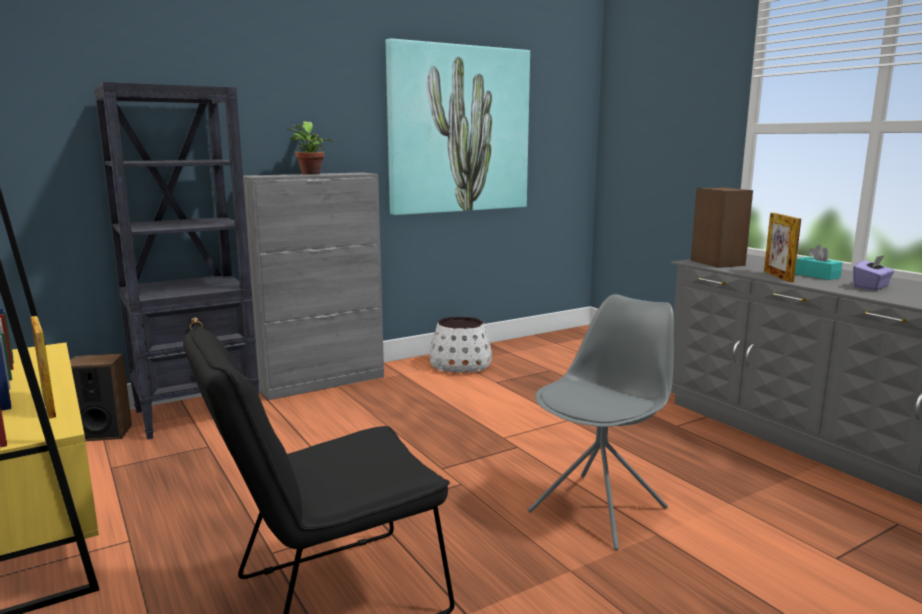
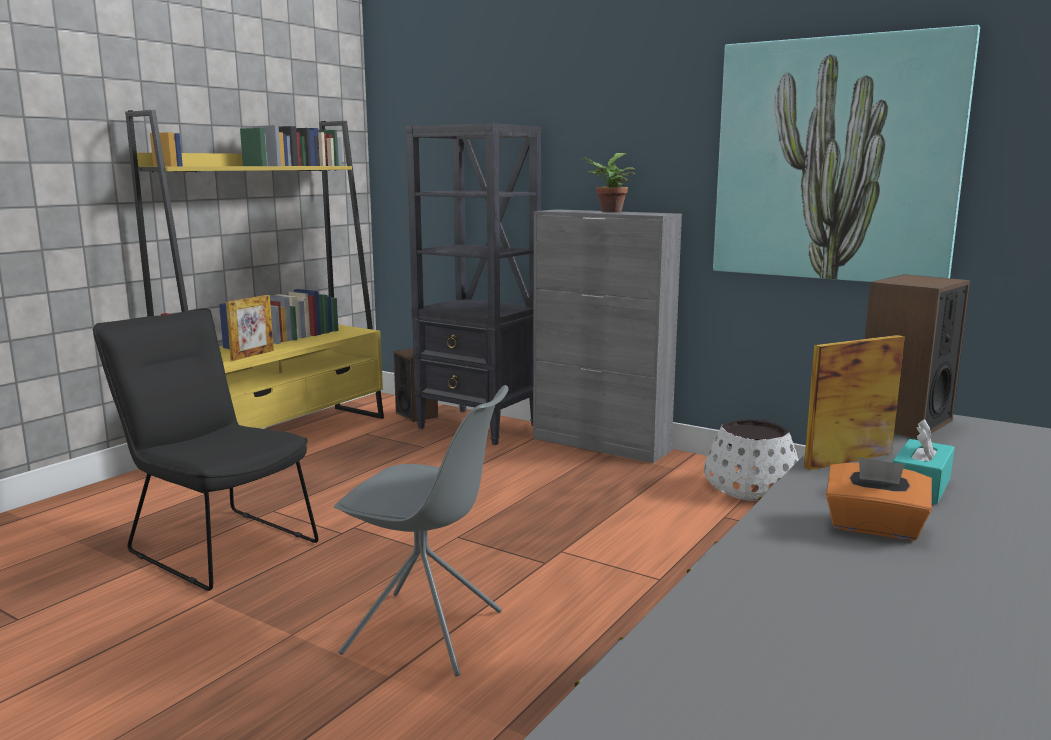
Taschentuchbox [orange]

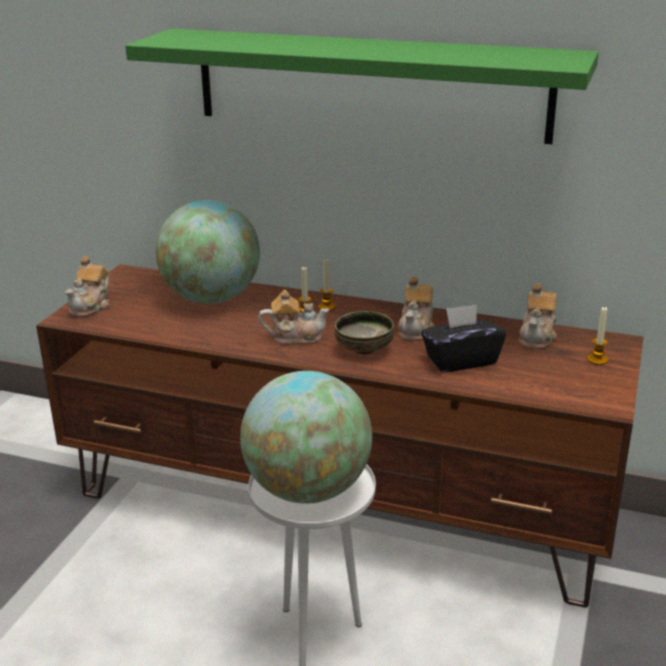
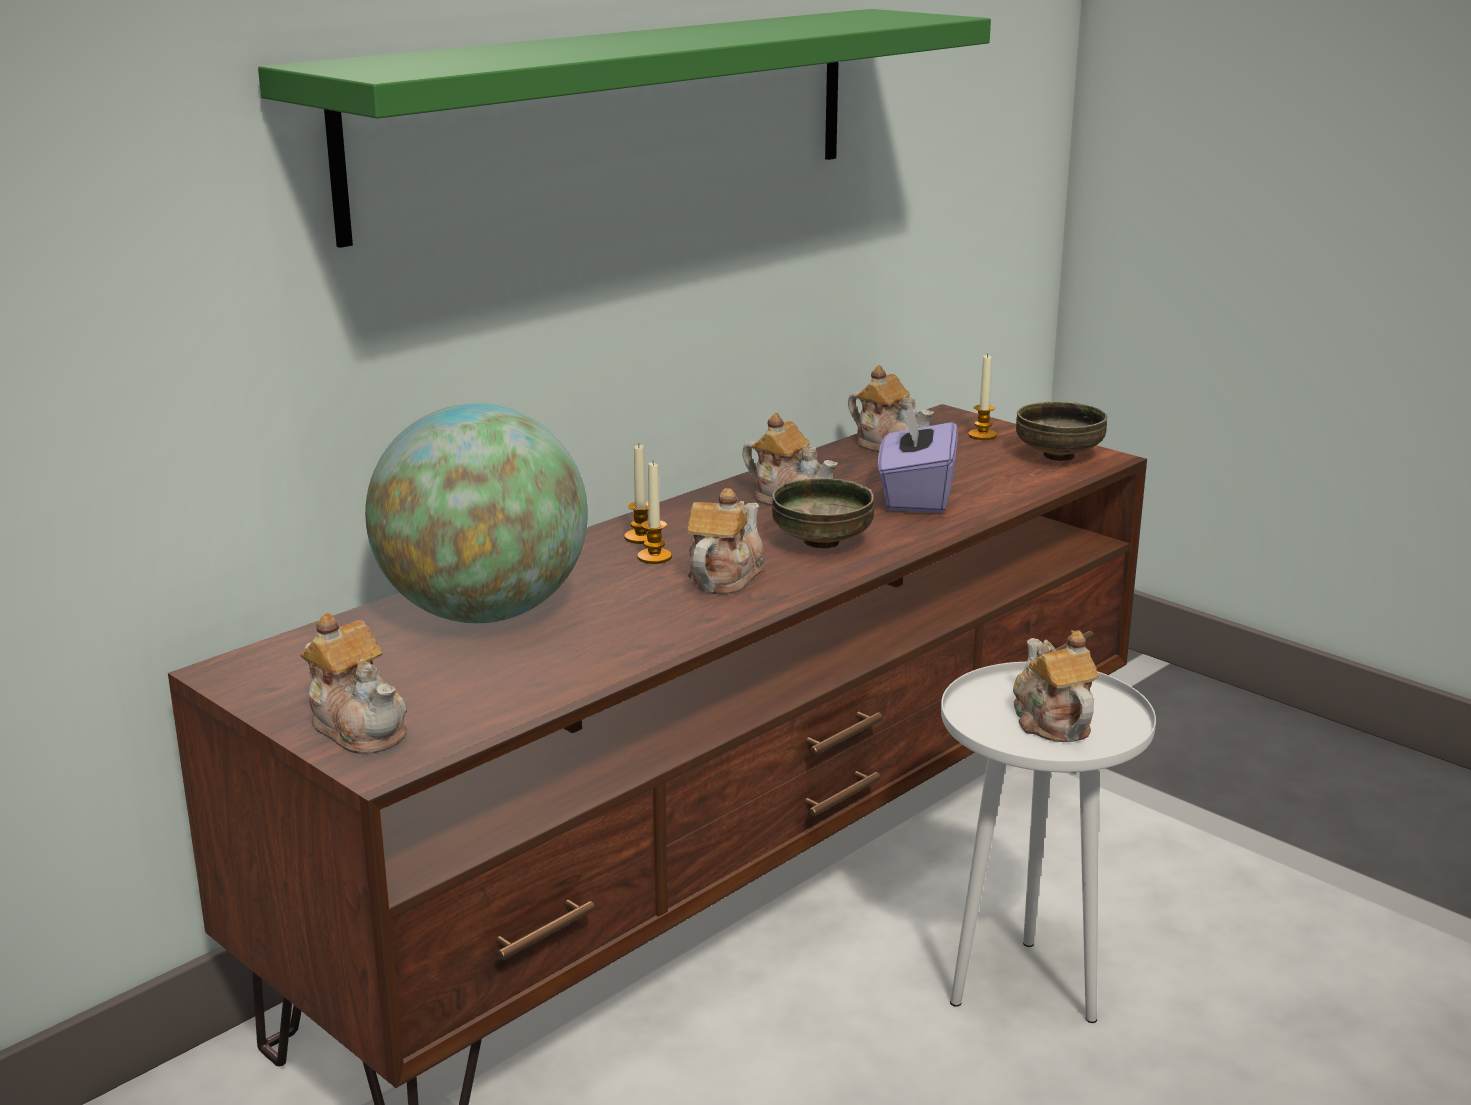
Schüssel (2nd from left); Teekanne (5th from left); Taschentuchbox [lila]

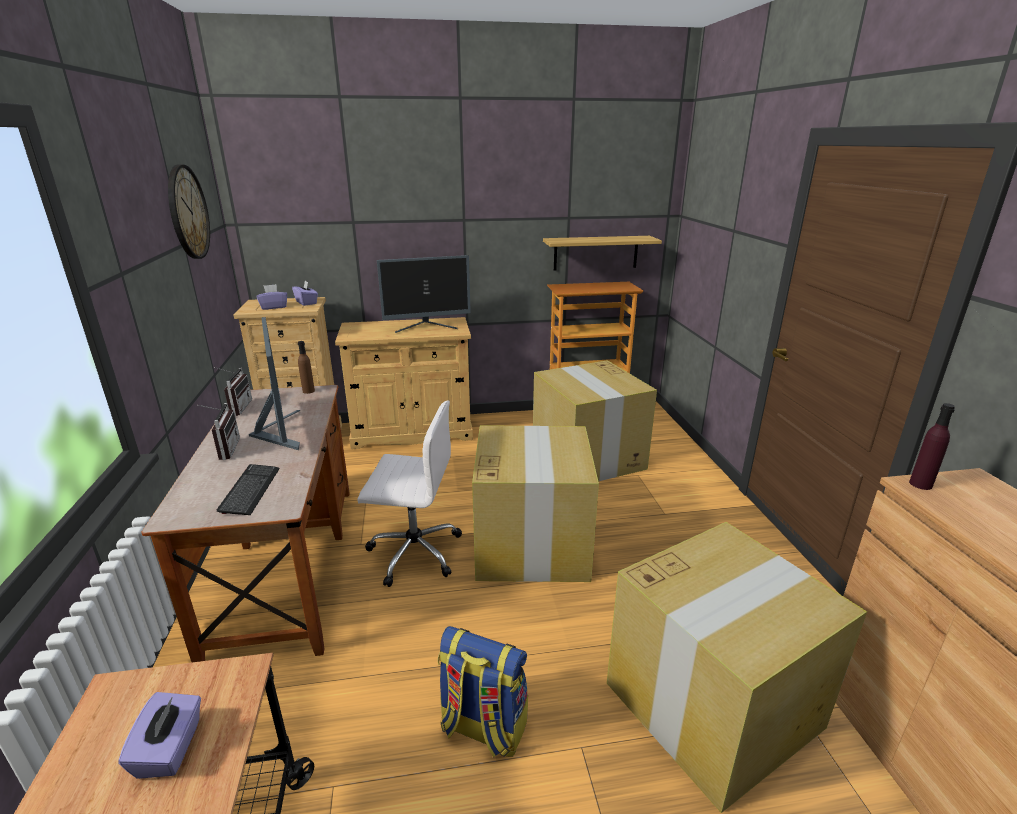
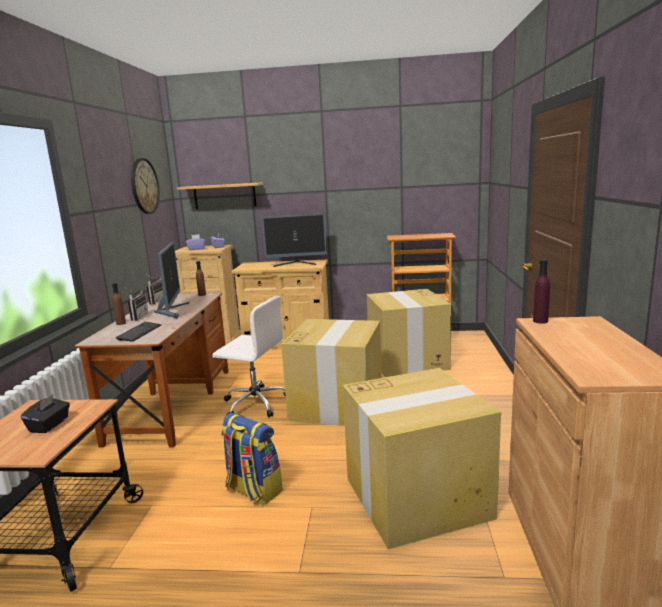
Flasche [braun] (1st from left); Wandregal; Taschentuchbox [schwarz]

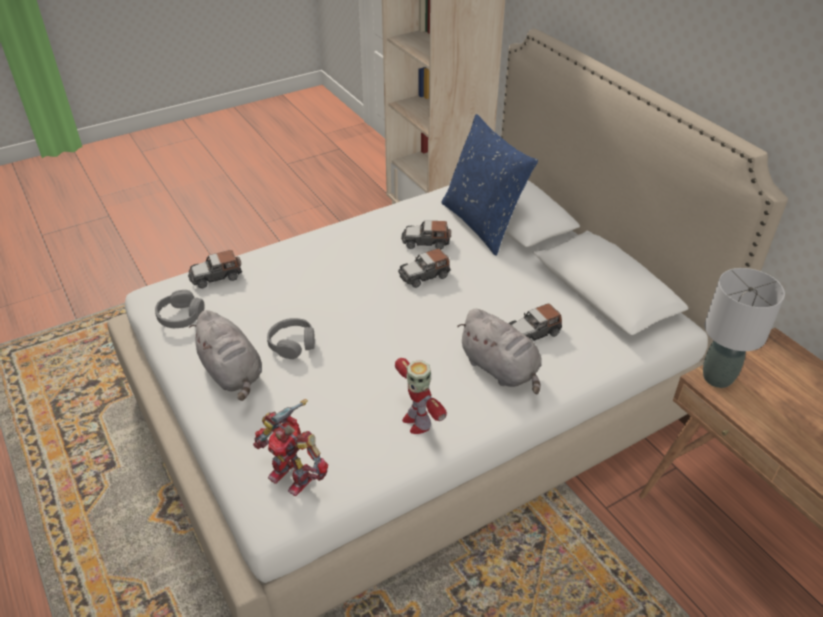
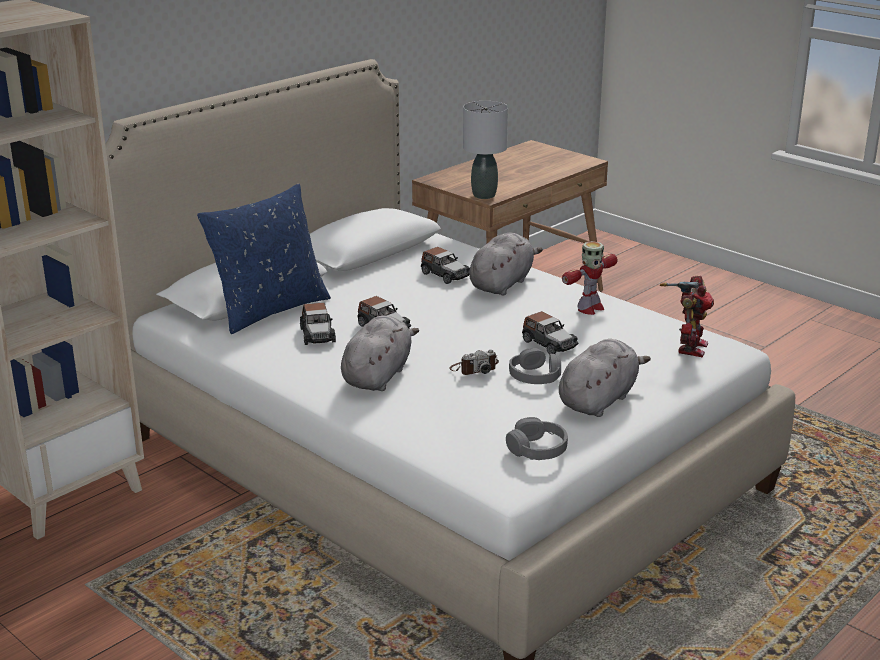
Plüschtier [grau] (1st from left); Kamera; Spielzeugauto (4th from left)

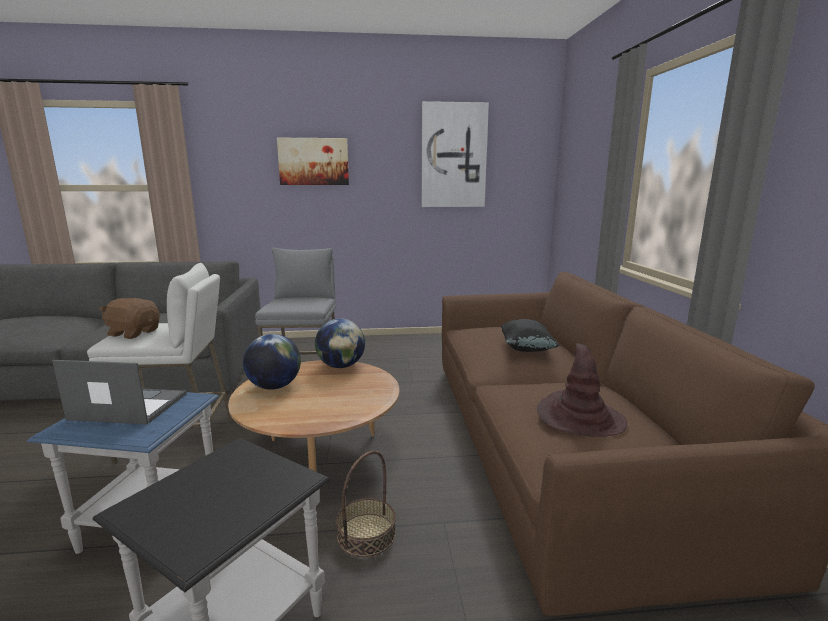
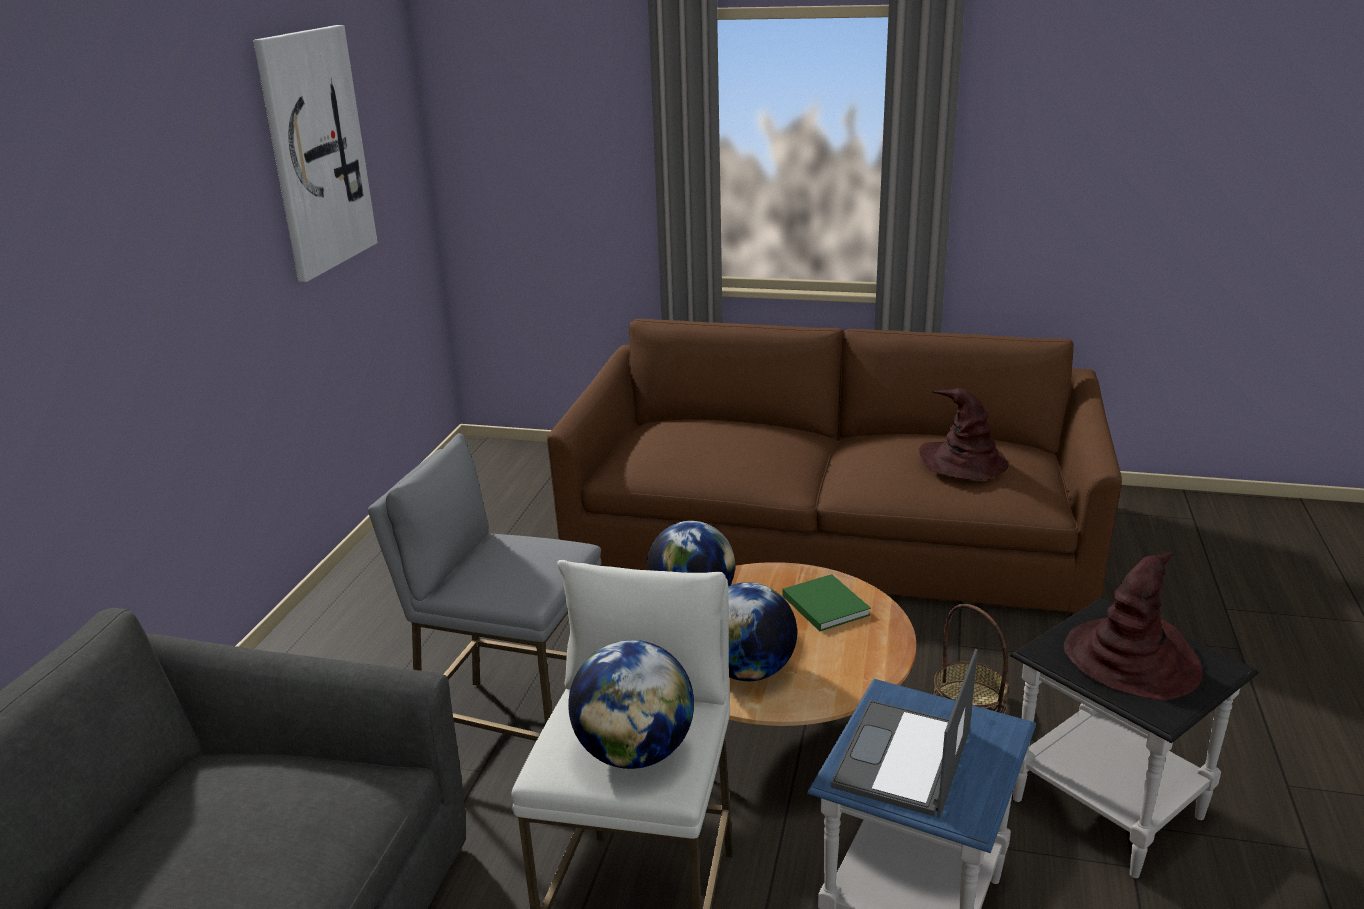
Bild (1st from left in the first image); Kissen [schwarz]; Buch [grün]; Hut [braun] (2nd from left); Globus (1st from left)

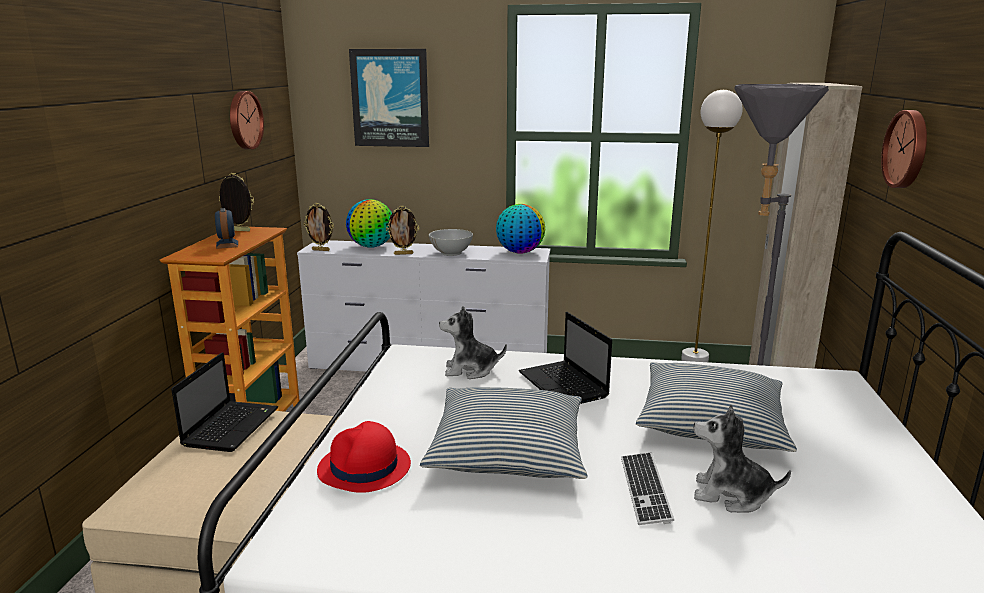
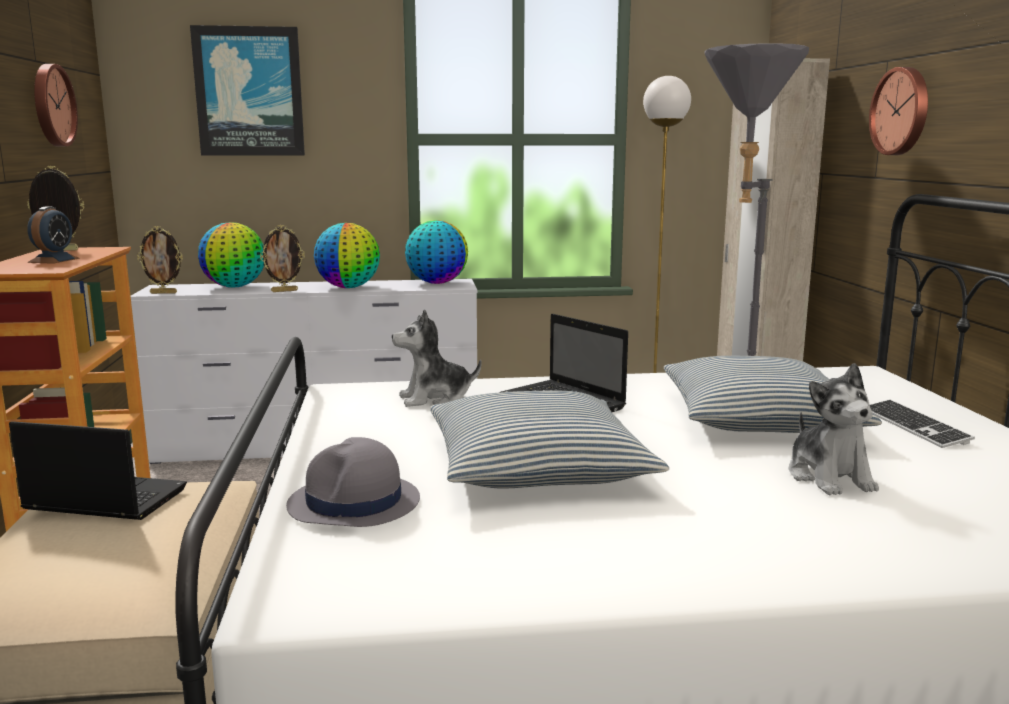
Tastatur; Globus (2nd from left); Hut [grau]; Laptop (1st from left); Wecker; Plüschtier (2nd from left)

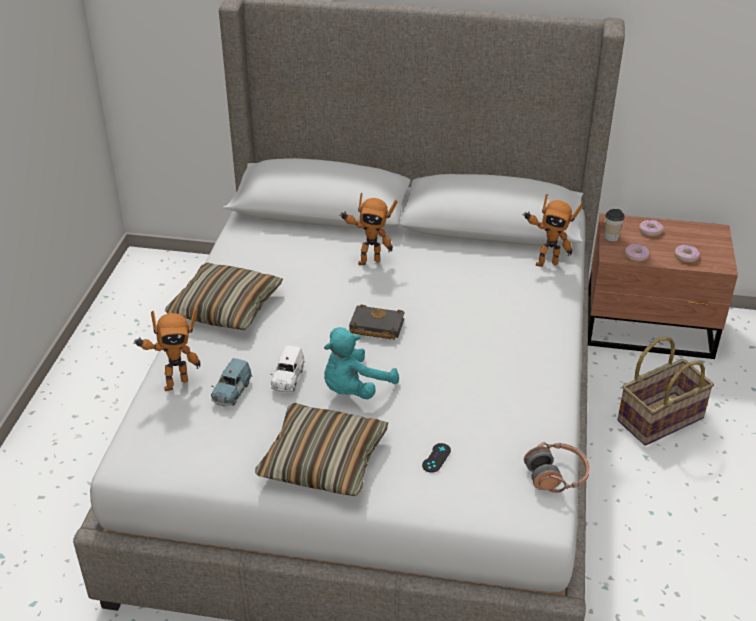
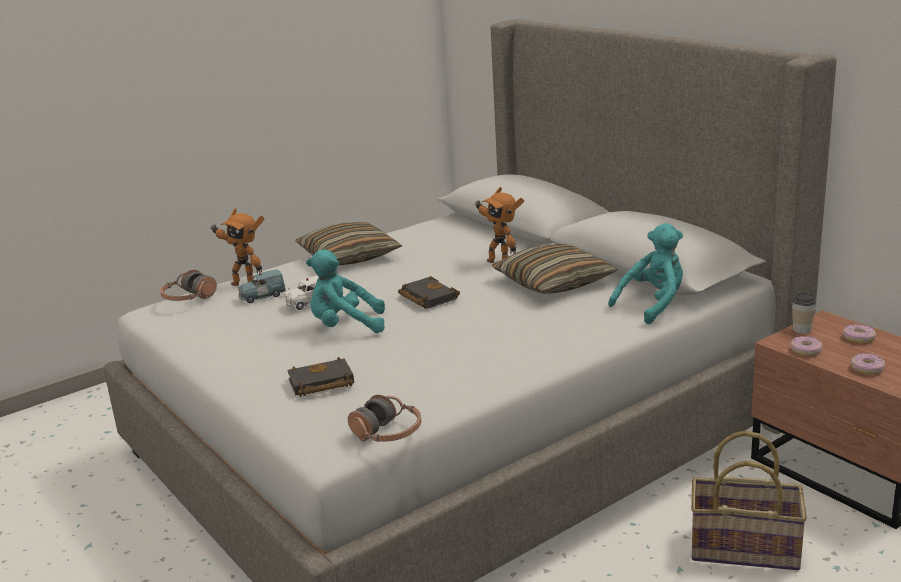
Kopfhörer (1st from left); Kissen (2nd from left); Buch [schwarz] (1st from left); Plüschtier [türkis] (2nd from left)

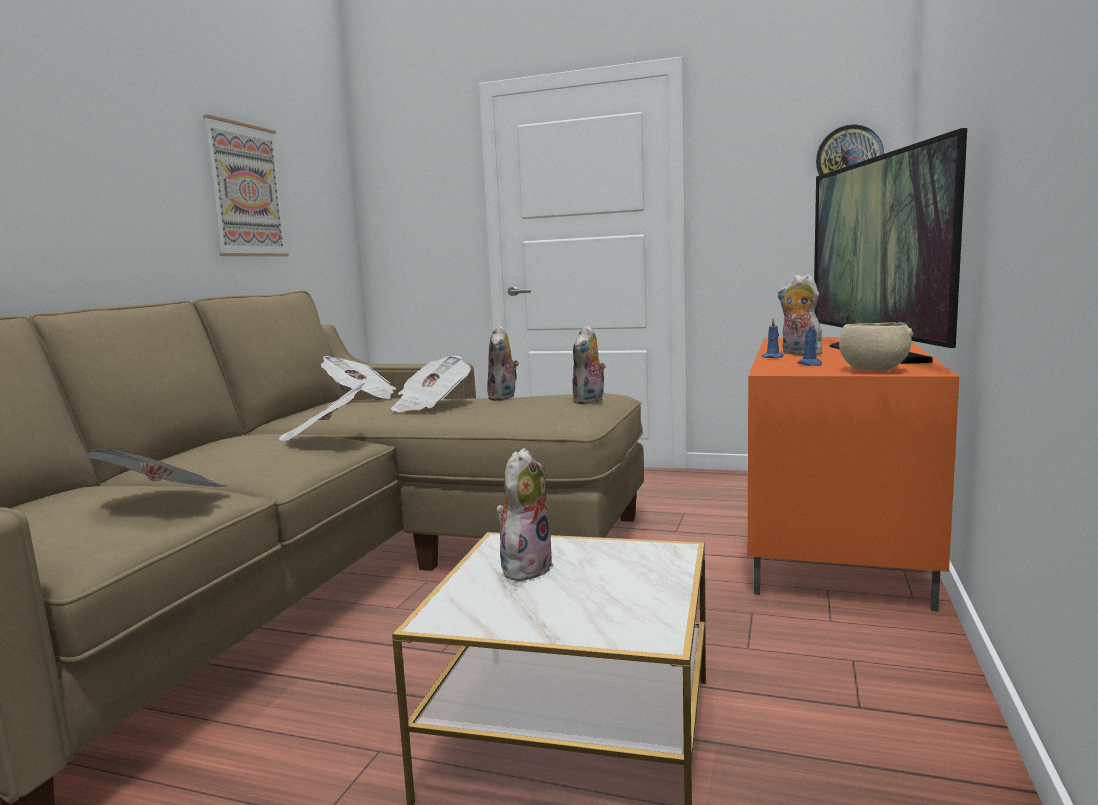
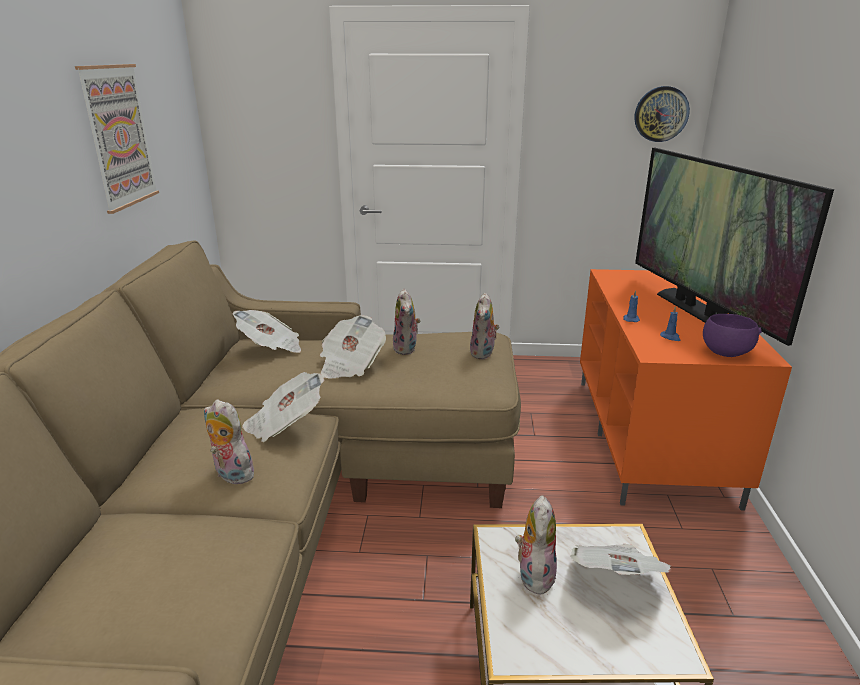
Zeitung (4th from left); Plüschtier (1st from left); Schüssel [lila]

